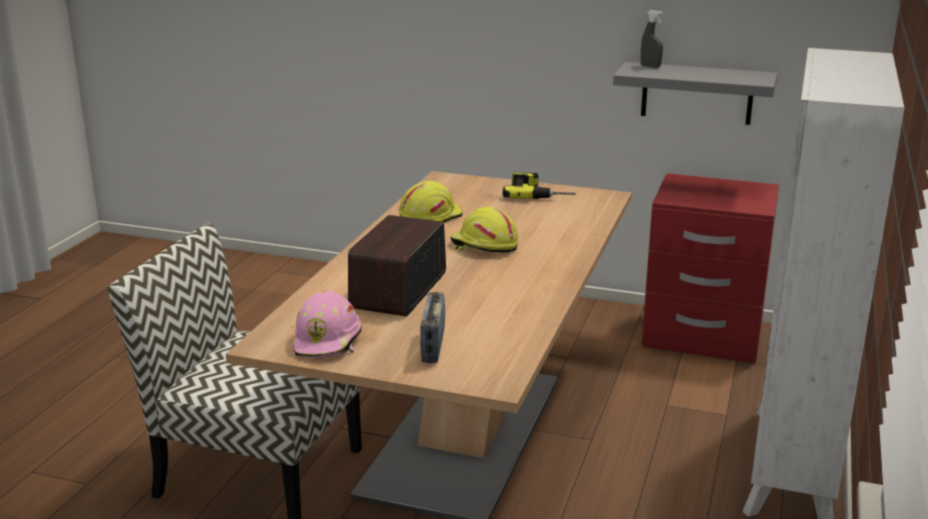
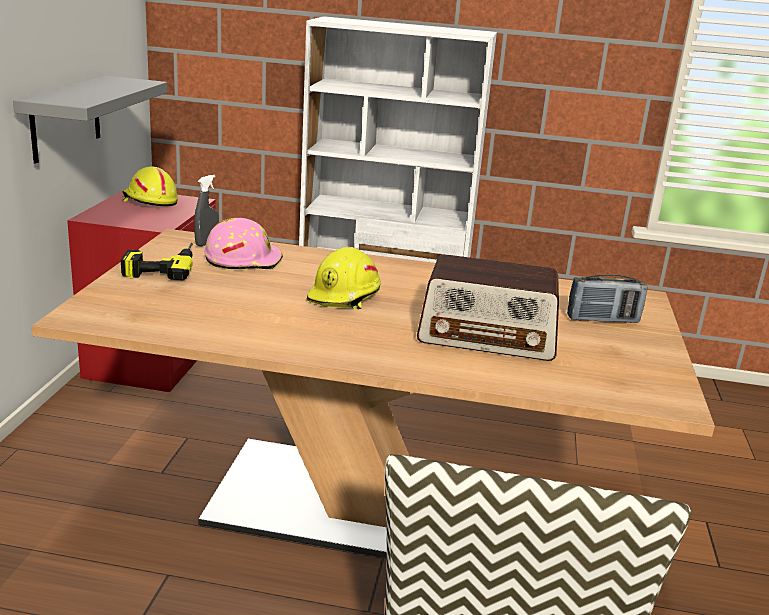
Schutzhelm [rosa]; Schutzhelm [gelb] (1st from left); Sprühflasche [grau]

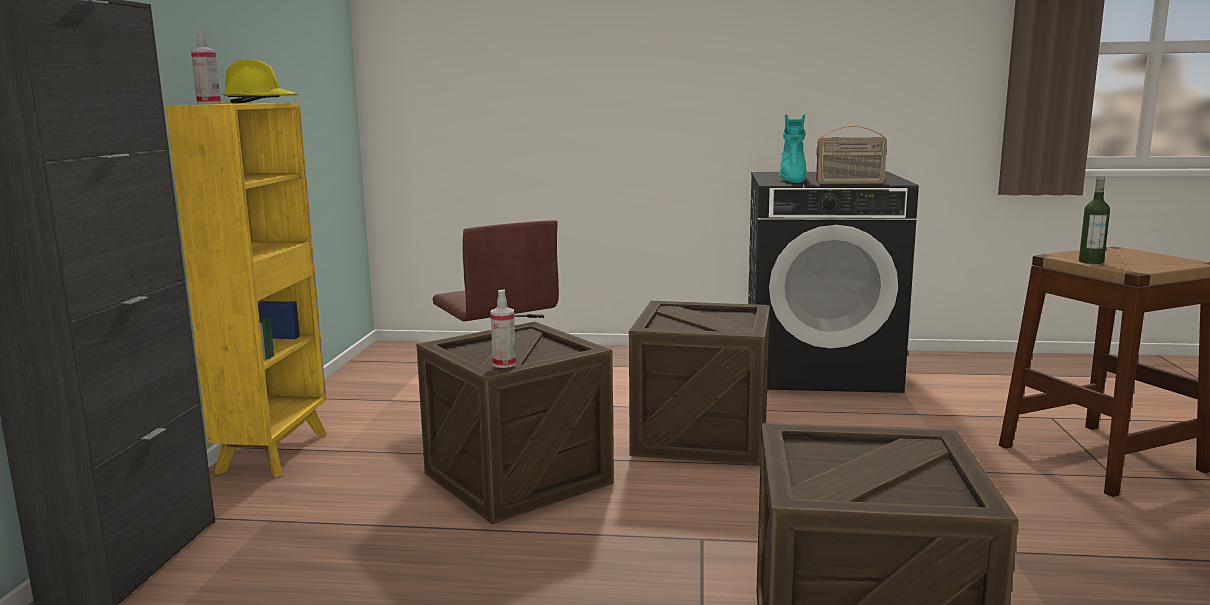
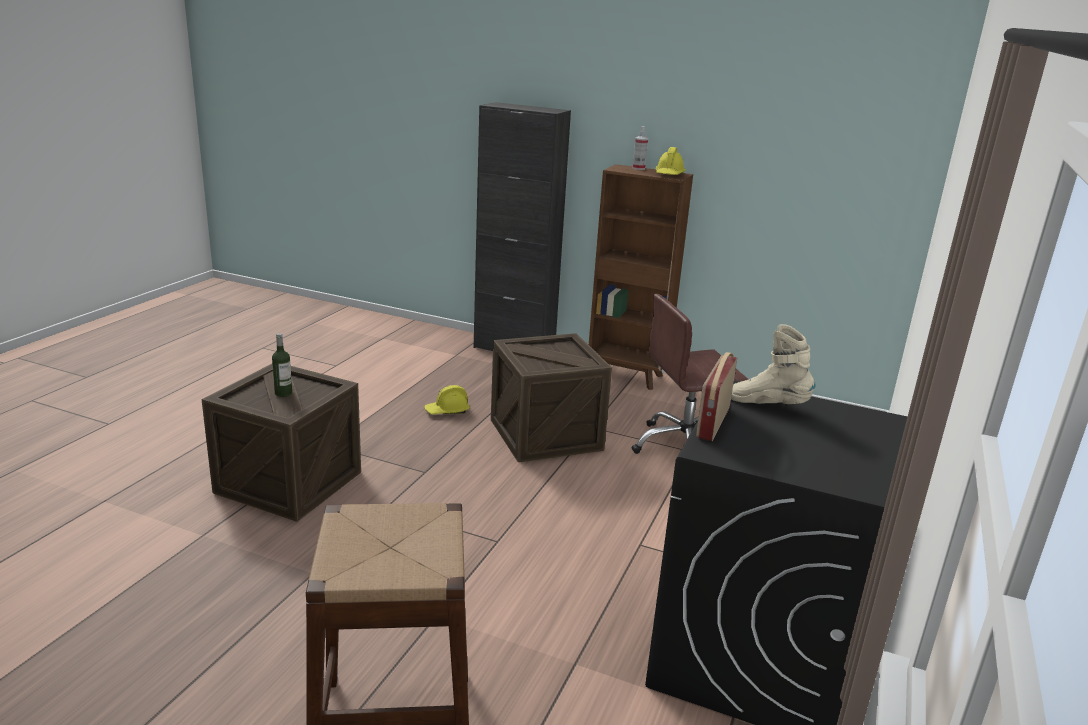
Sprühflasche (2nd from left in the first image); Kiste (2nd from left in the first image); Schutzhelm [gelb] (1st from left); Flasche; Bücherregal [braun]; Stiefel [beige]

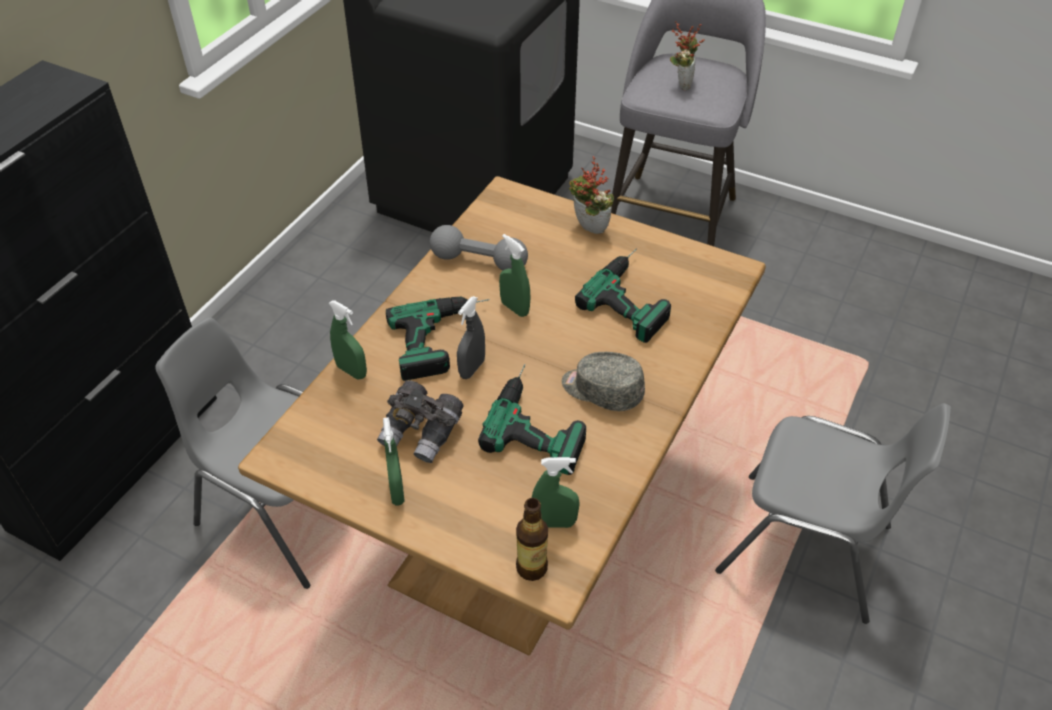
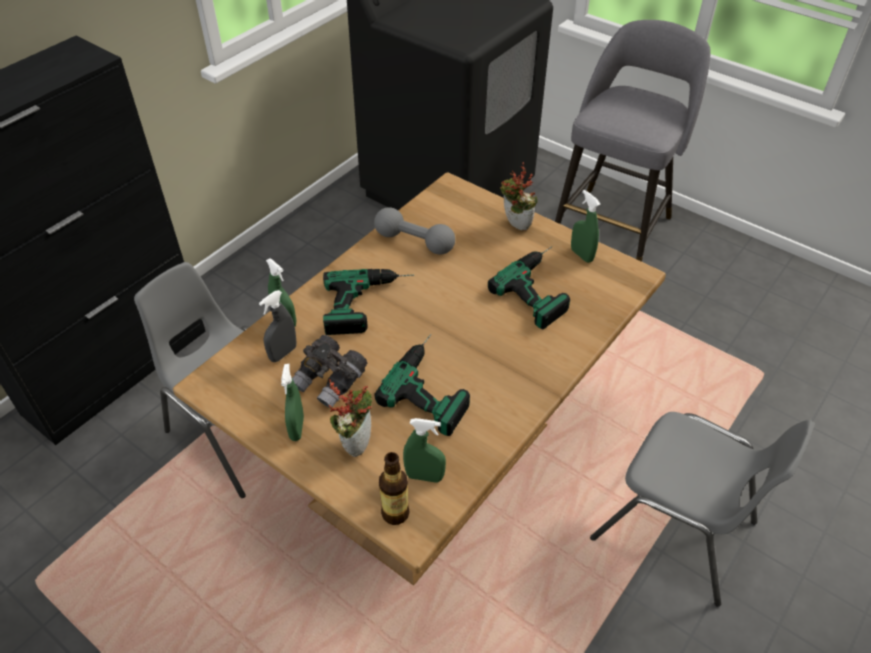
Kappe [grau]; Sprühflasche [grau]; Sprühflasche [grün] (4th from left); Topfpflanze (1st from left)

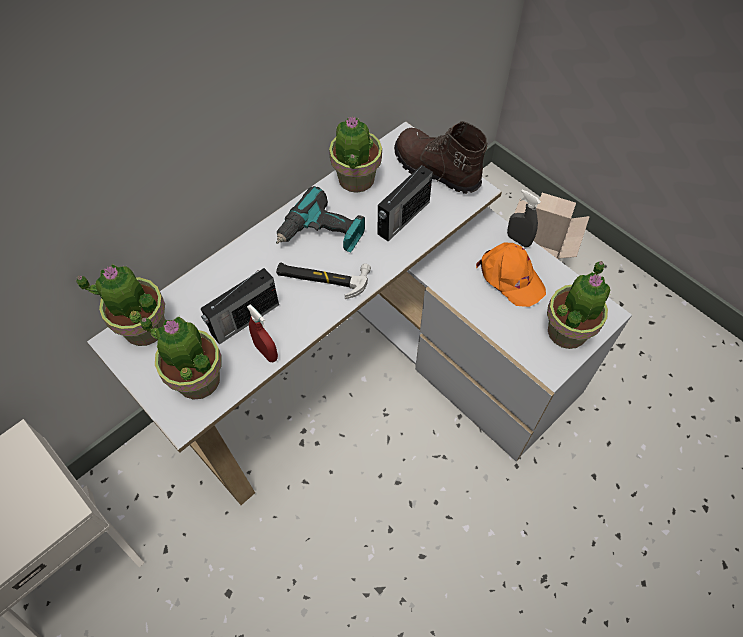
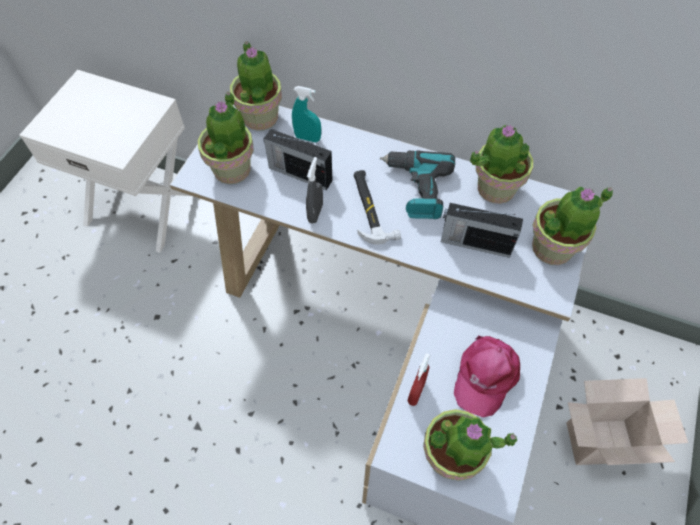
Sprühflasche [türkis]; Sprühflasche [rot]; Sprühflasche [grau]; Topfpflanze (5th from left); Kappe [rosa]

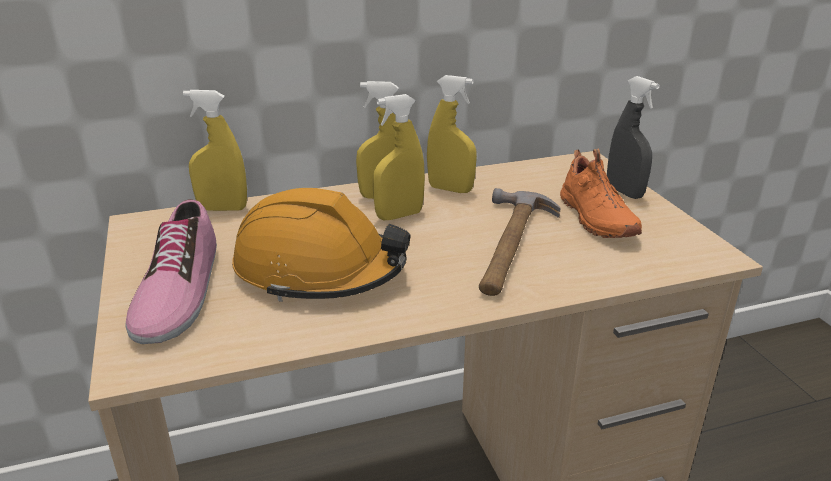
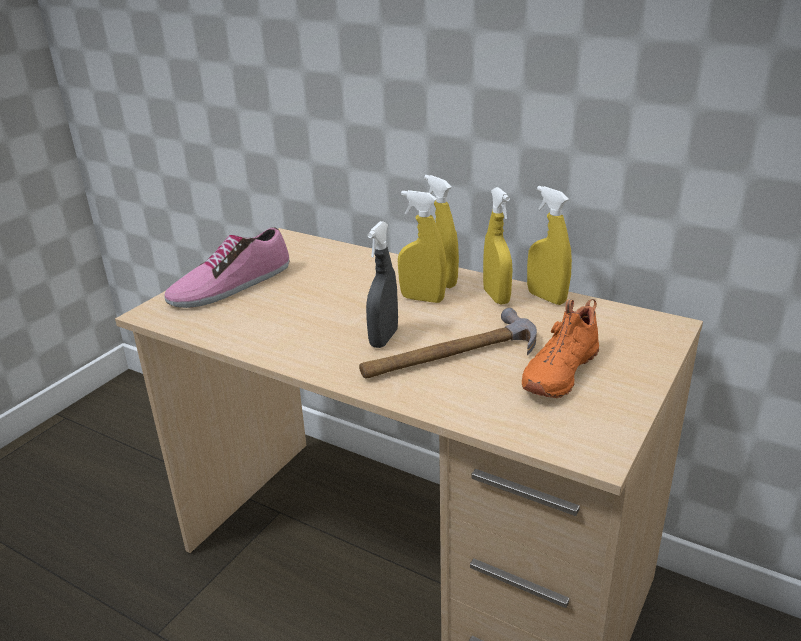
Schutzhelm [orange]; Sprühflasche [gelb] (4th from left); Sprühflasche [grau]

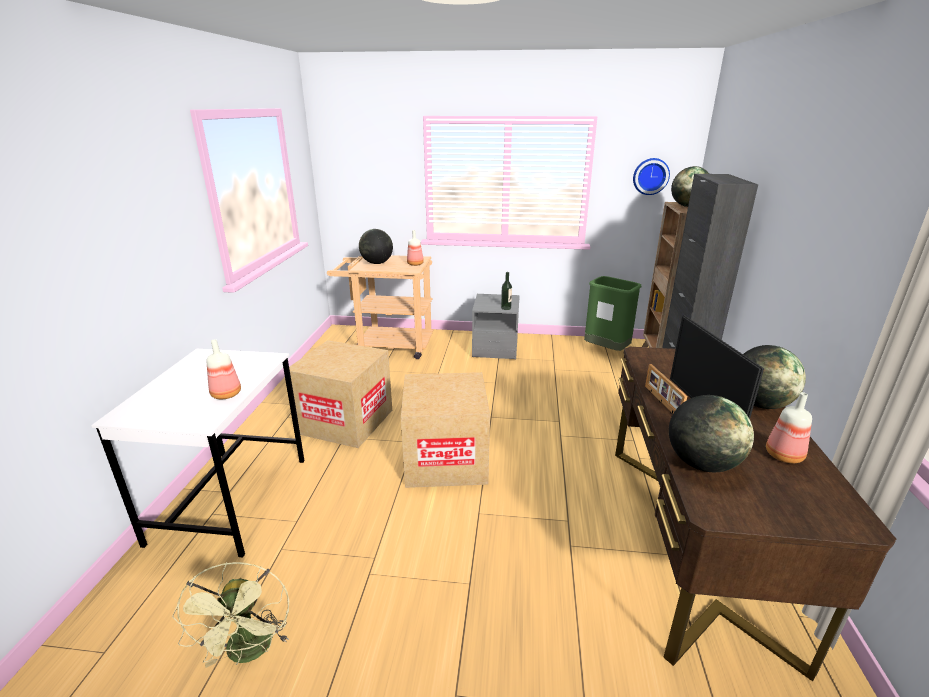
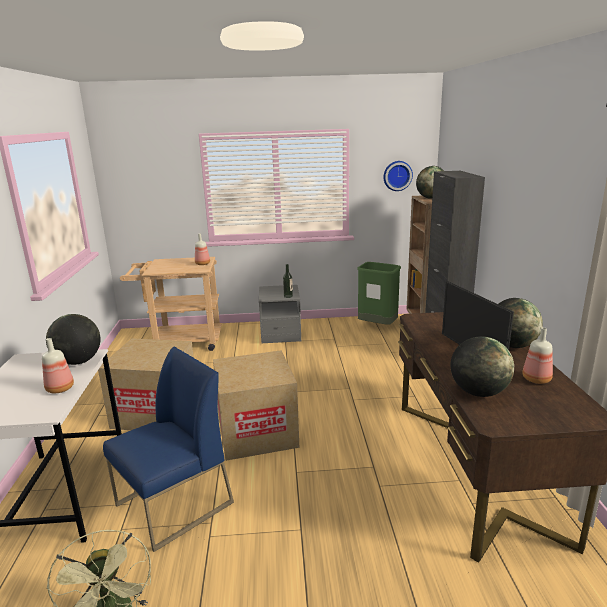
Bilderrahmen; Stuhl [blau]; Globus (1st from left)

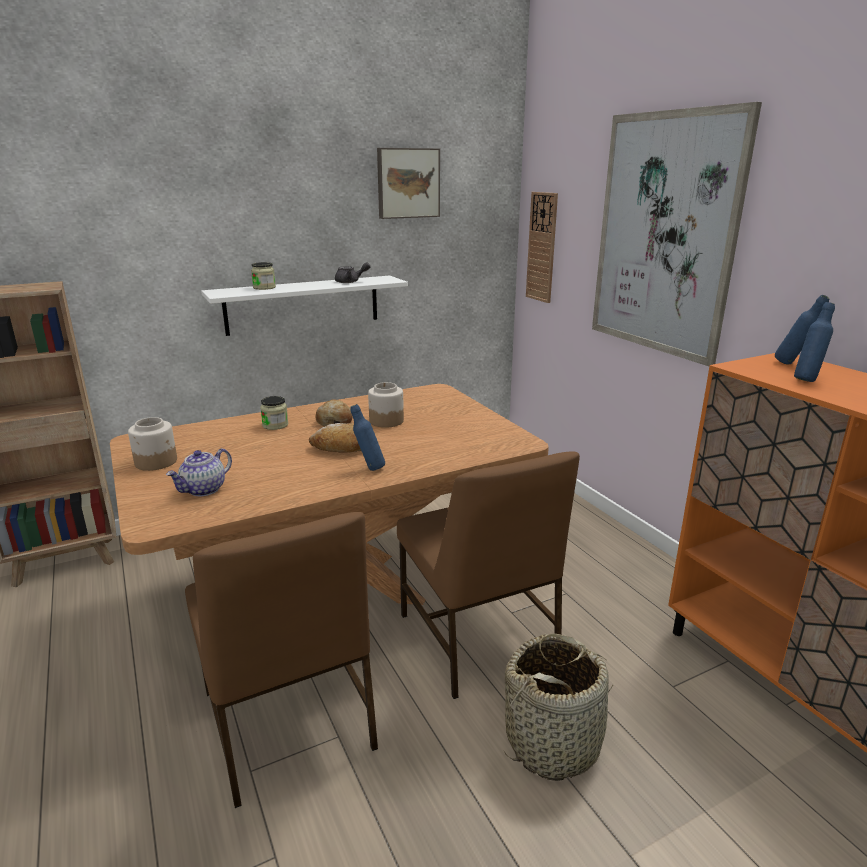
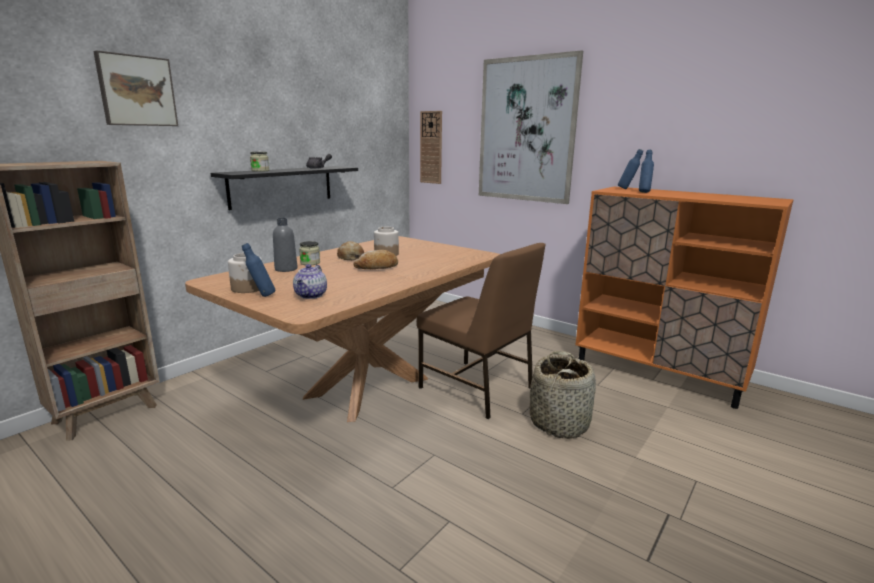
Stuhl [braun] (1st from left in the first image); Flasche [grau]; Flasche [blau] (1st from left); Bild (1st from left); Wandregal [schwarz]

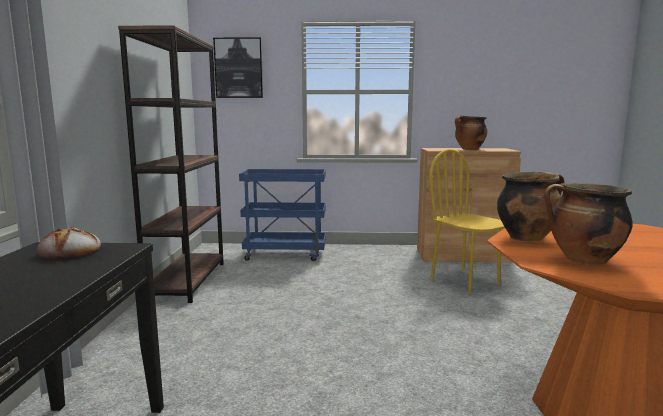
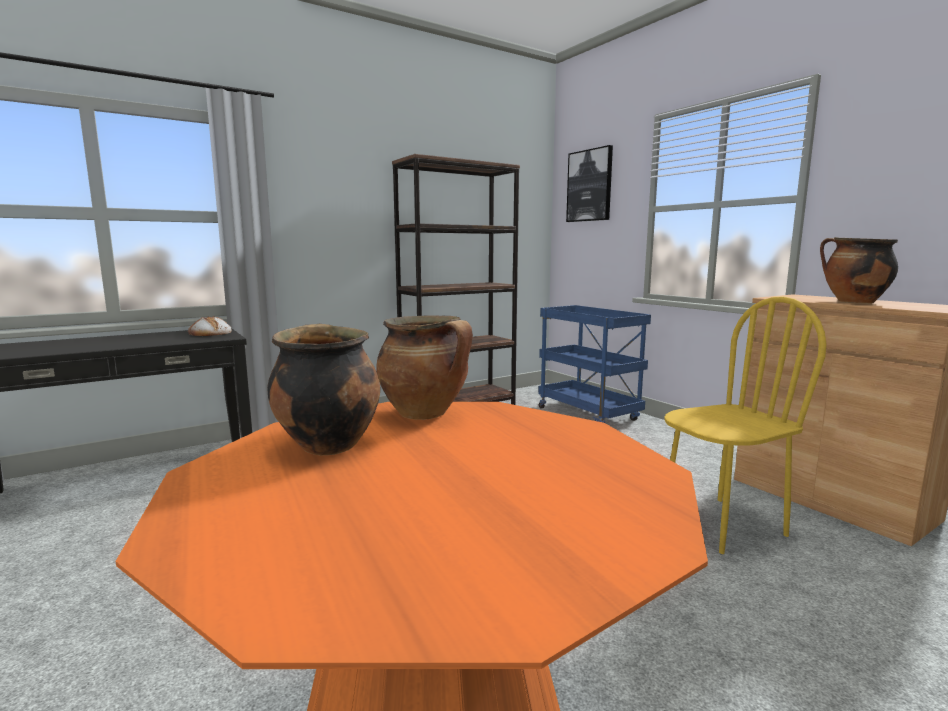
Stuhl [gelb]

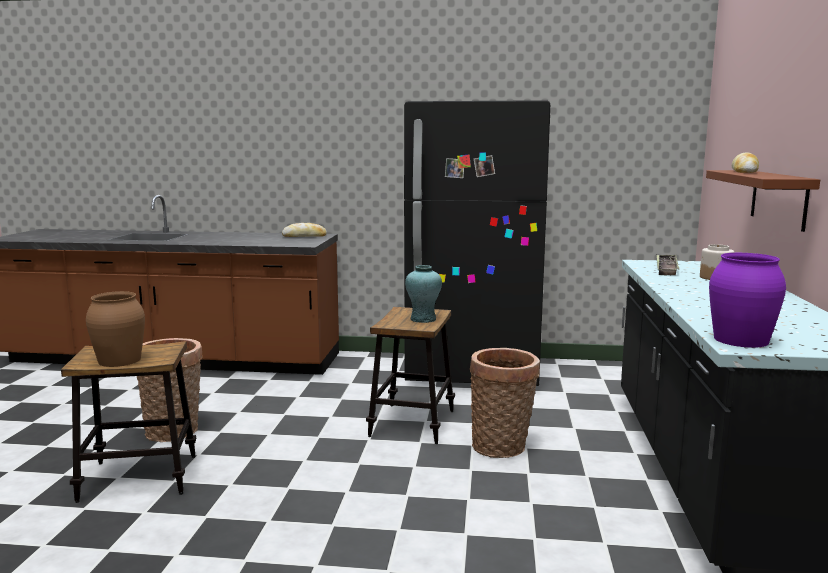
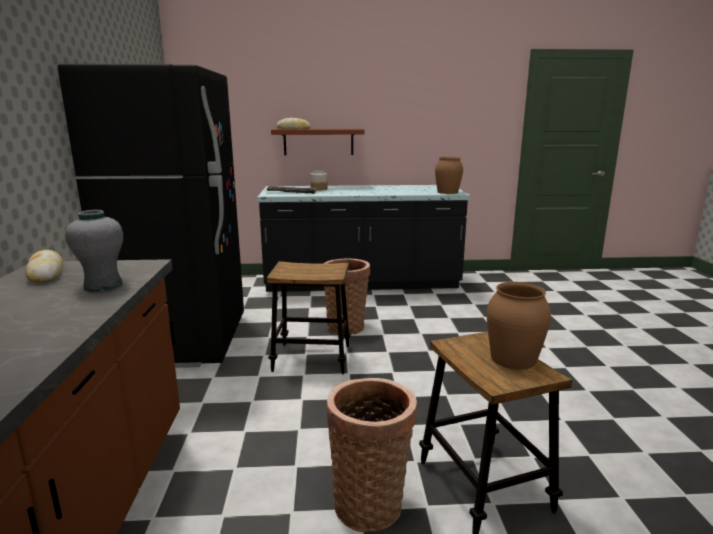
Vase [türkis]; Vase [grau]; Vase [braun] (1st from left)

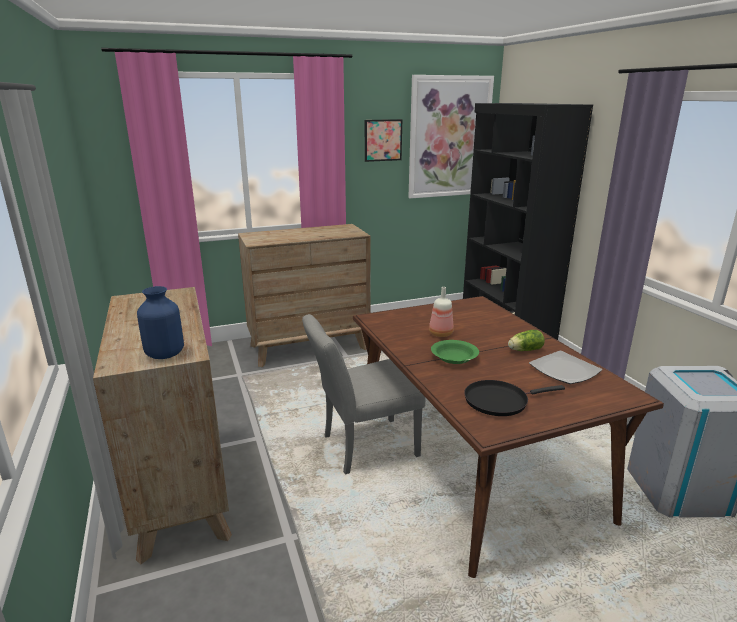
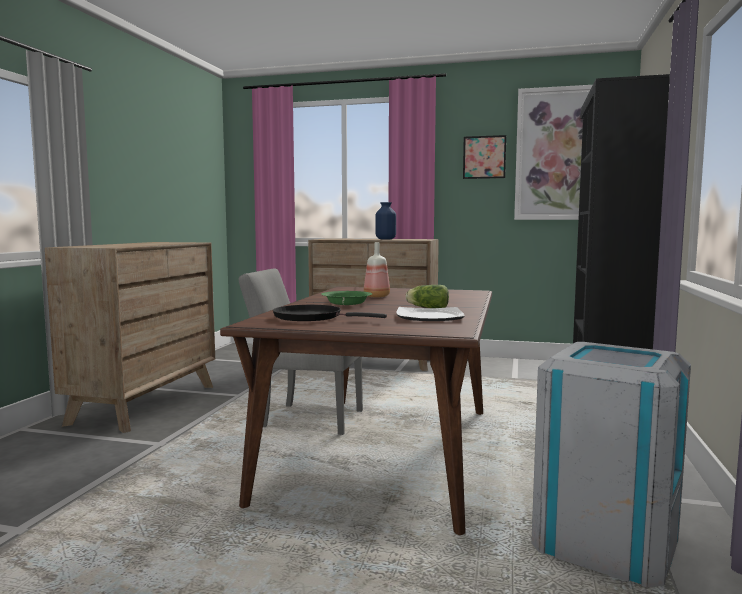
Vase [blau]

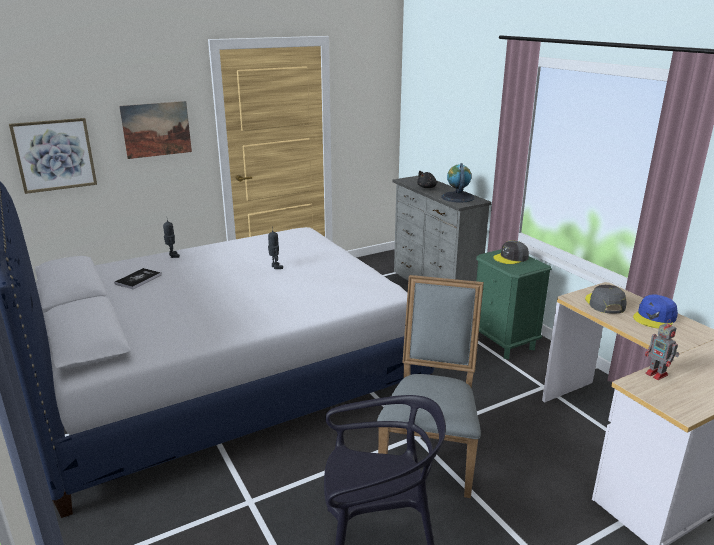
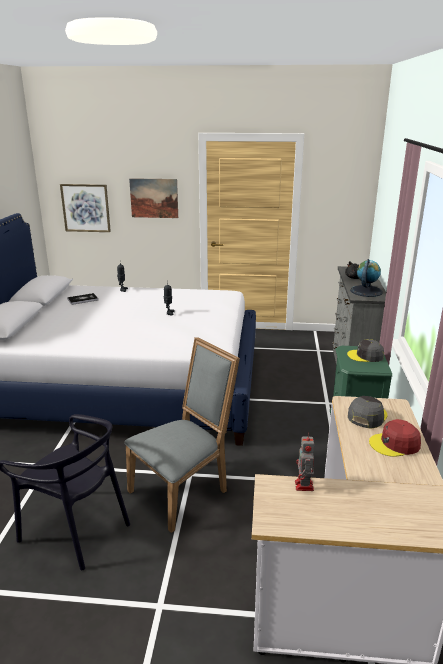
Kappe [rot]

